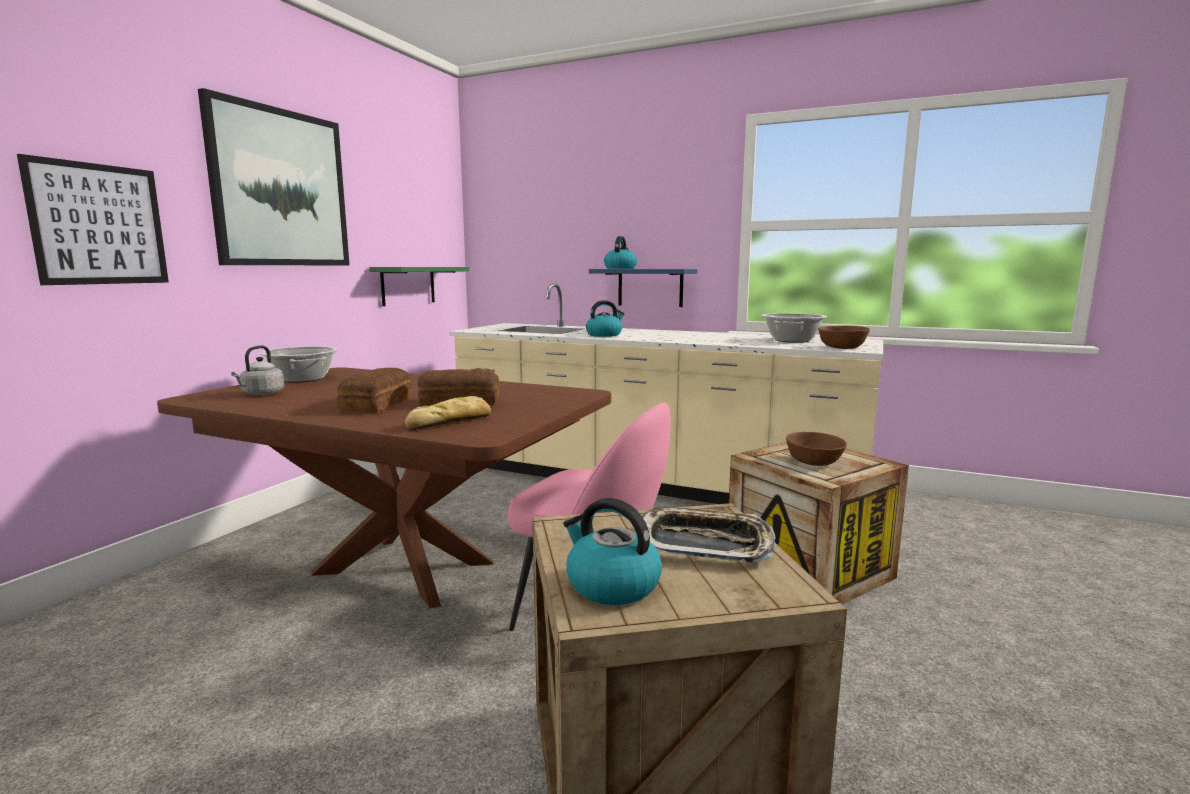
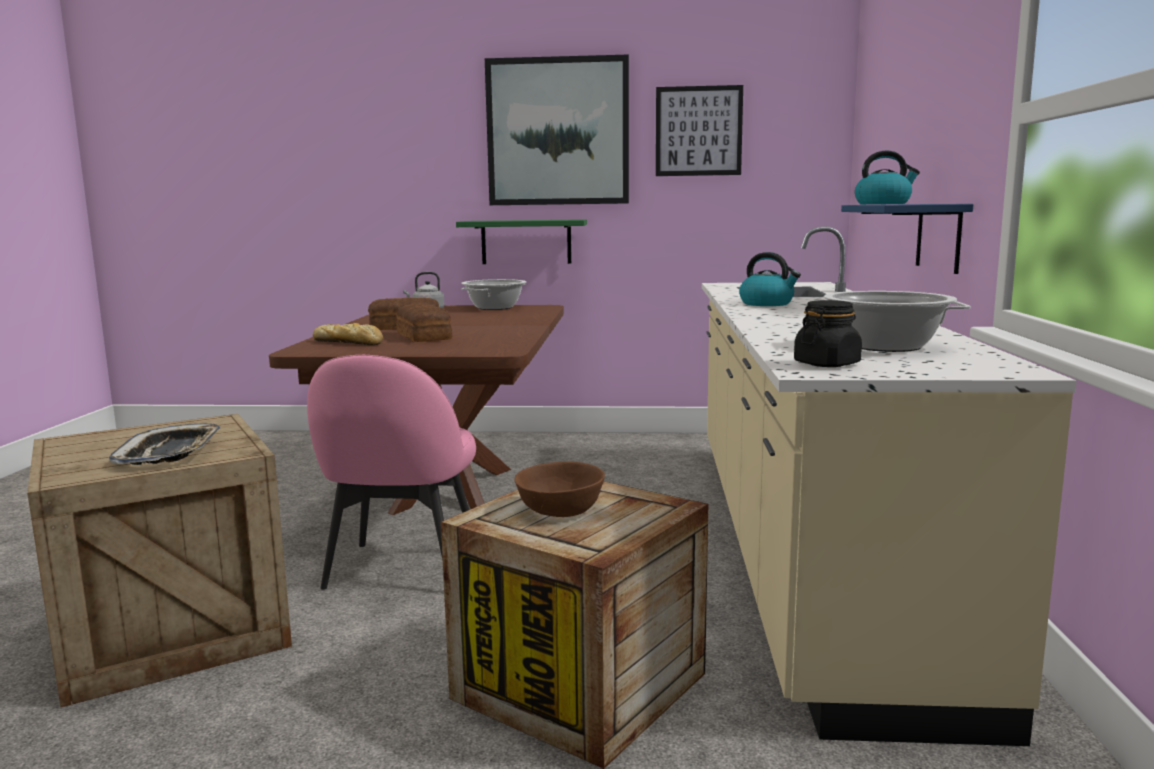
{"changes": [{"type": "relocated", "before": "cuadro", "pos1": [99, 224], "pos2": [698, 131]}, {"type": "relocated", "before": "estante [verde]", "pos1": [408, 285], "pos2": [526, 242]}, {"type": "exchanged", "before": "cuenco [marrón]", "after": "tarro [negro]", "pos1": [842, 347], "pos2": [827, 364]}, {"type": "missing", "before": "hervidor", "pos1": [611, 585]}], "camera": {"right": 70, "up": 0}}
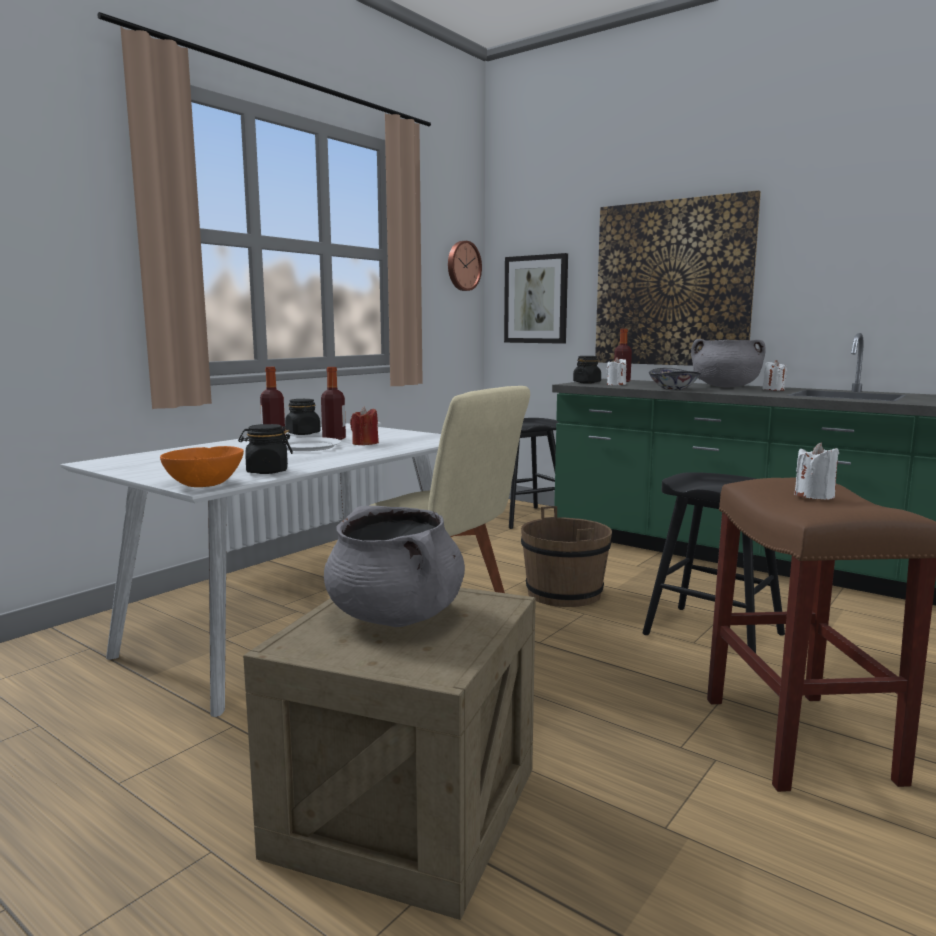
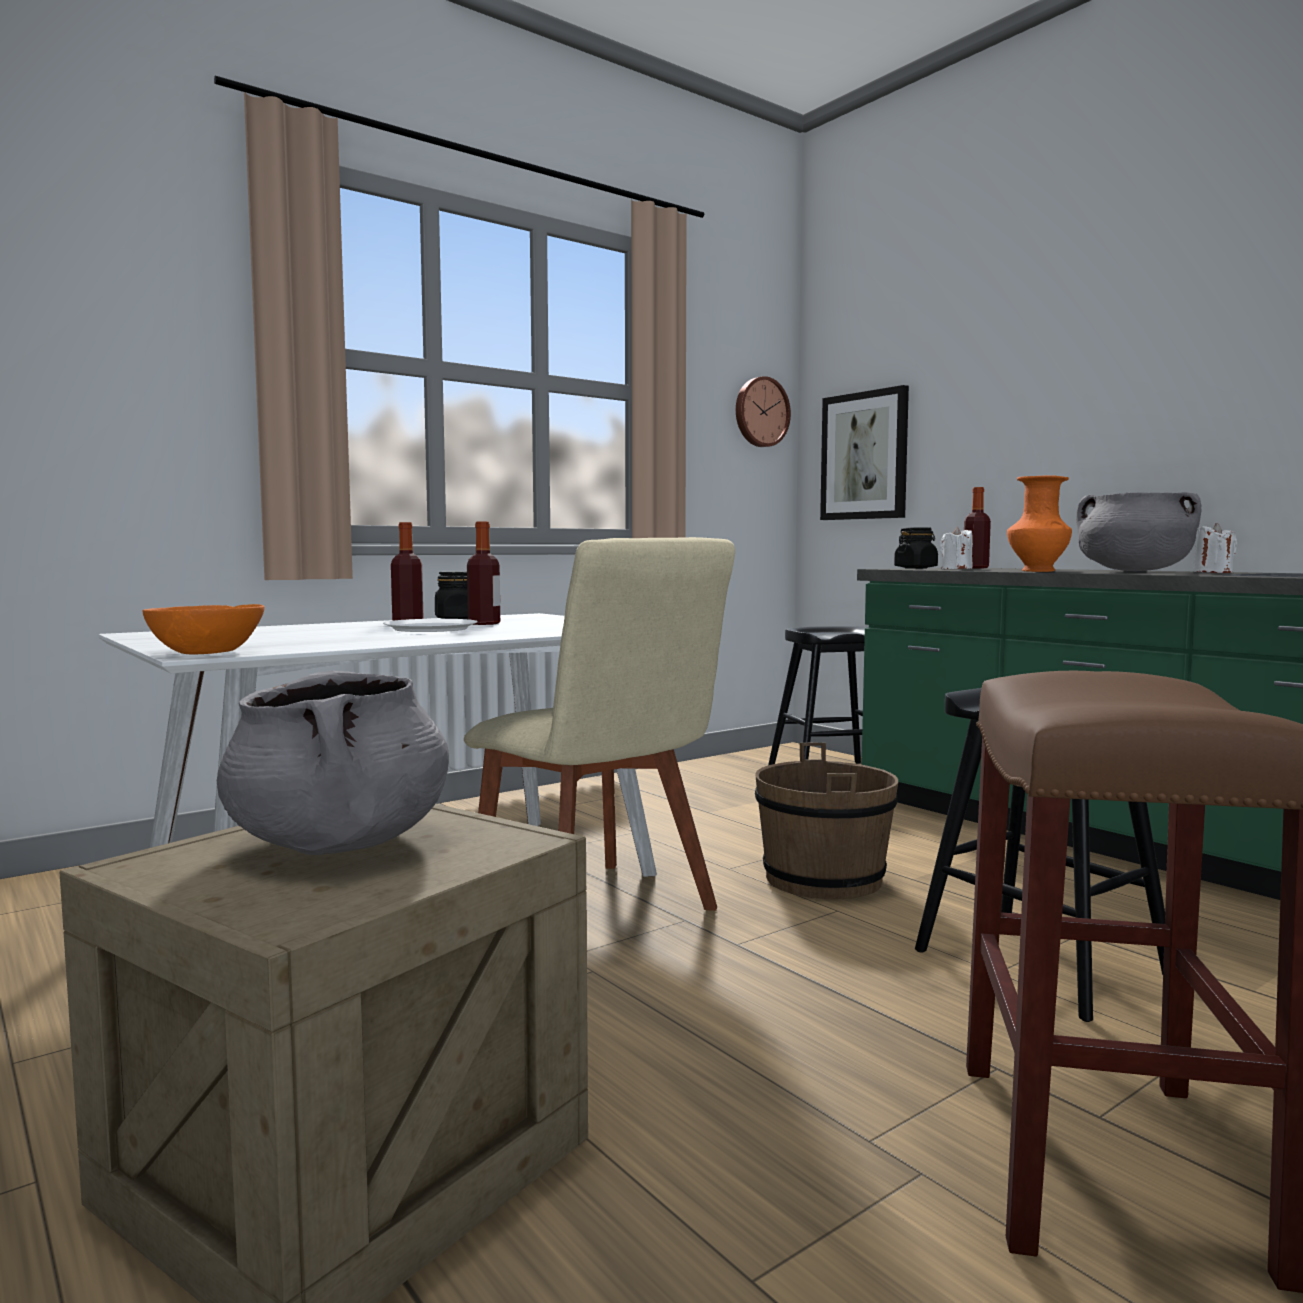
{"changes": [{"type": "missing", "before": "cuadro", "pos1": [672, 284]}, {"type": "exchanged", "before": "cuenco", "after": "florero [naranja]", "pos1": [672, 389], "pos2": [1036, 571]}, {"type": "missing", "before": "vela [rojo]", "pos1": [365, 443]}, {"type": "missing", "before": "tarro [negro]", "pos1": [267, 471]}, {"type": "missing", "before": "vela [blanco]", "pos1": [814, 496]}], "camera": {"right": 15, "up": -5}}
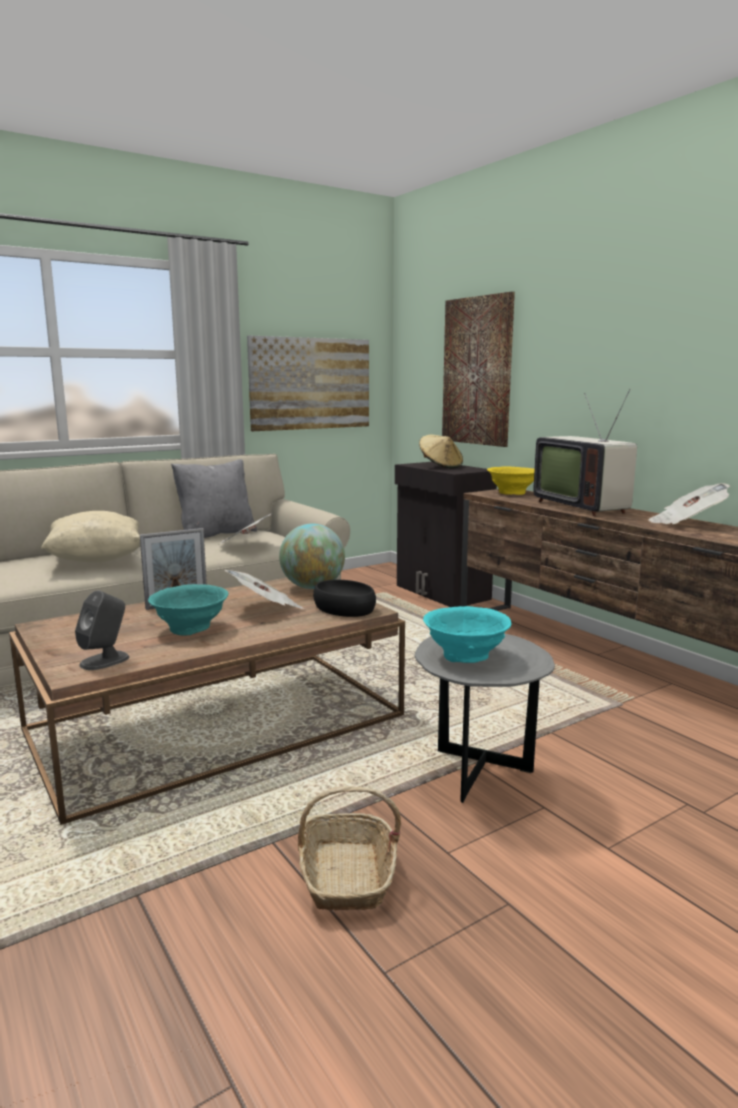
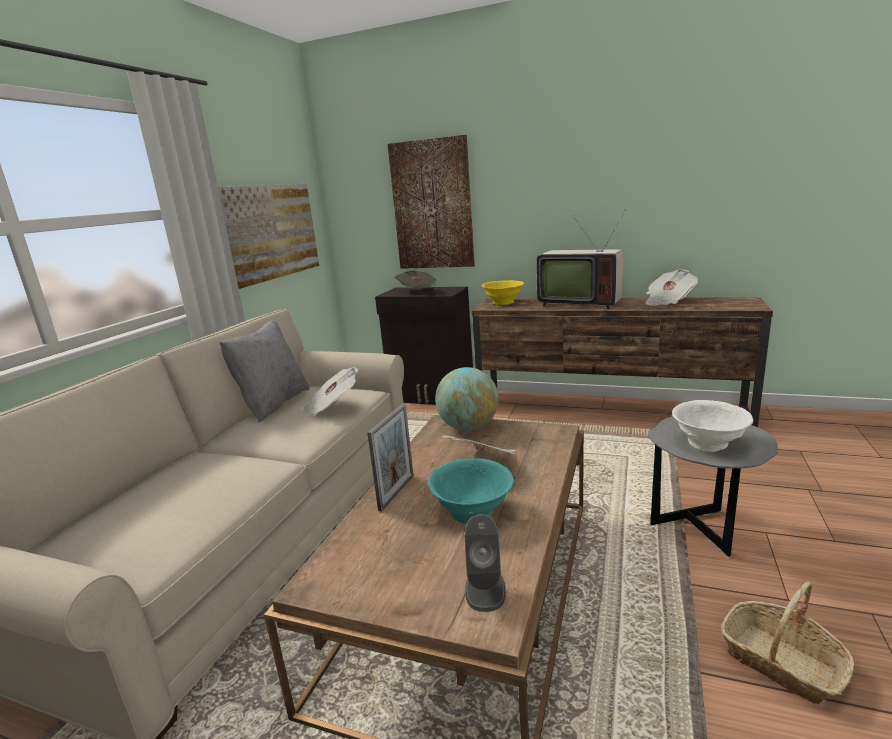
{"changes": [{"type": "exchanged", "before": "sombrero [beis]", "after": "periódico", "pos1": [440, 466], "pos2": [418, 291]}, {"type": "missing", "before": "cojín [beis]", "pos1": [96, 559]}, {"type": "missing", "before": "cuenco [negro]", "pos1": [343, 608]}, {"type": "colour", "before": "cuenco [turquesa]", "after": "cuenco [blanco]", "pos1": [466, 656], "pos2": [708, 443]}], "camera": {"right": -35, "up": 5}}
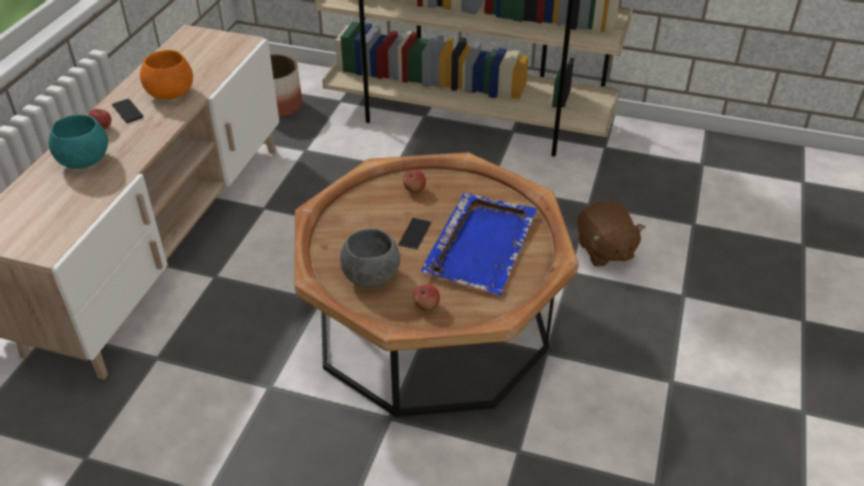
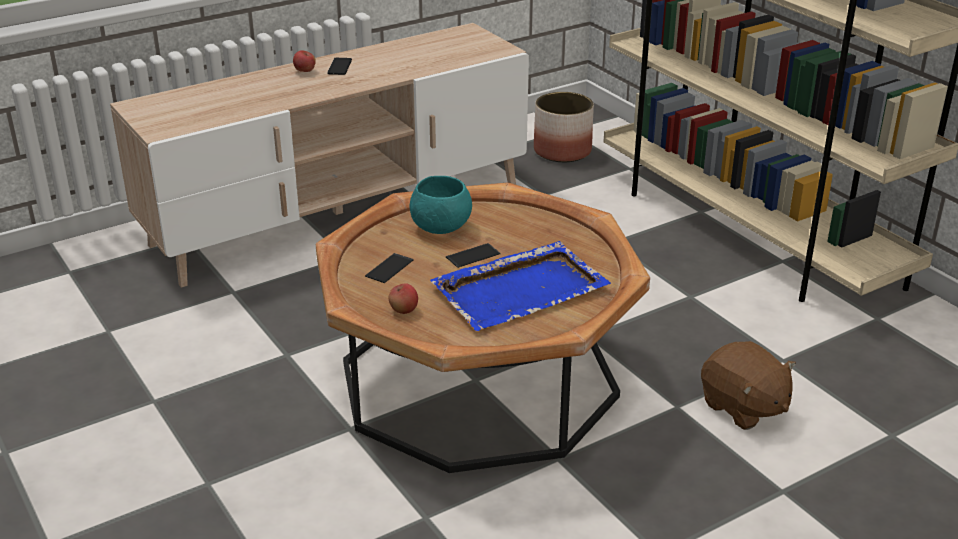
{"changes": [{"type": "missing", "before": "cuenco [naranja]", "pos1": [171, 93]}, {"type": "relocated", "before": "cuenco [turquesa]", "pos1": [84, 161], "pos2": [440, 228]}, {"type": "missing", "before": "manzana", "pos1": [414, 190]}, {"type": "spun", "before": "peluche [marrón]", "pos1": [604, 250], "pos2": [743, 407], "turn": -60}, {"type": "exchanged", "before": "cuenco [gris]", "after": "móvil", "pos1": [370, 276], "pos2": [389, 268]}], "camera": {"right": 40, "up": -10}}
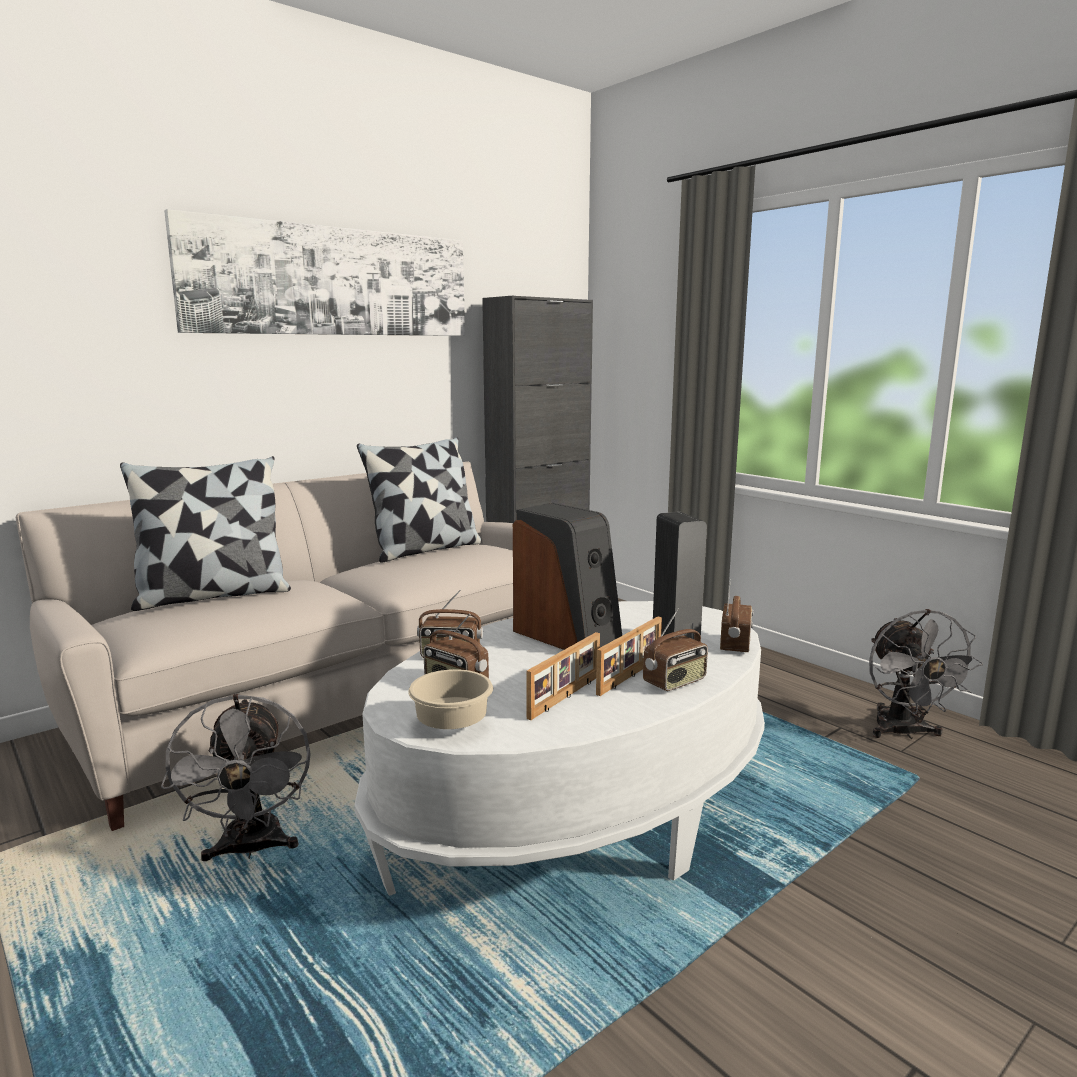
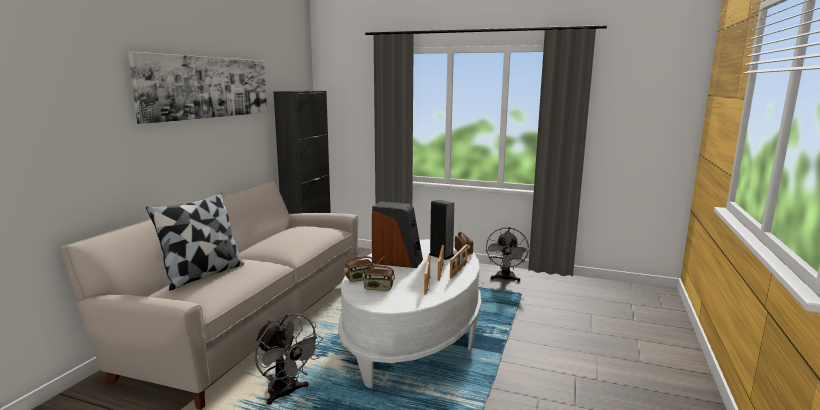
{"changes": [{"type": "missing", "before": "cojín", "pos1": [425, 549]}, {"type": "exchanged", "before": "radio", "after": "portarretratos", "pos1": [675, 682], "pos2": [459, 270]}, {"type": "spun", "before": "ventilador [gris]", "pos1": [904, 733], "pos2": [505, 279], "turn": 45}, {"type": "missing", "before": "cuenco [beis]", "pos1": [450, 722]}], "camera": {"right": -30, "up": 0}}
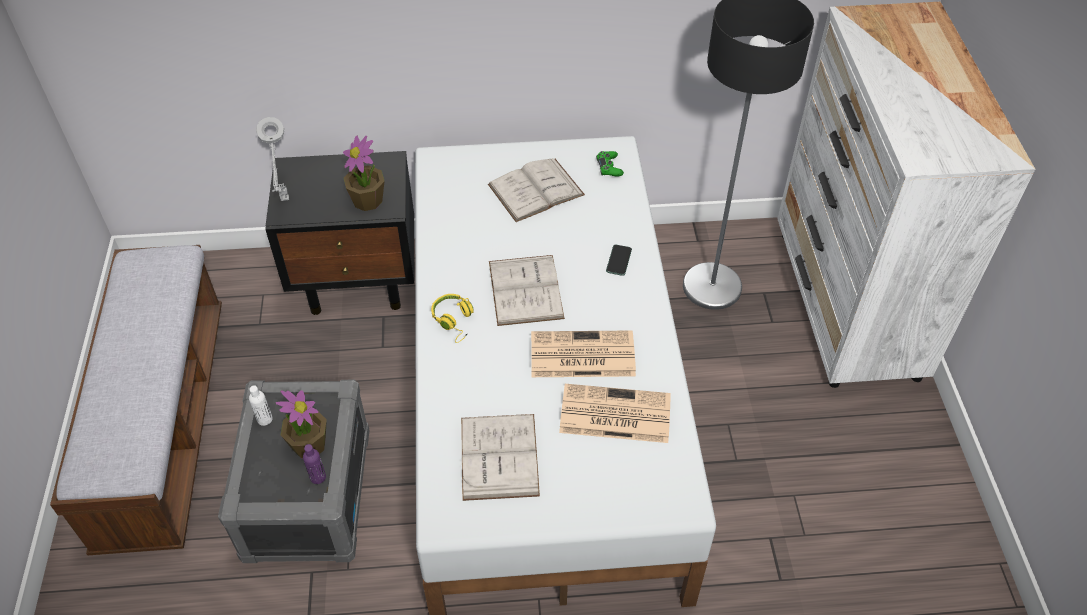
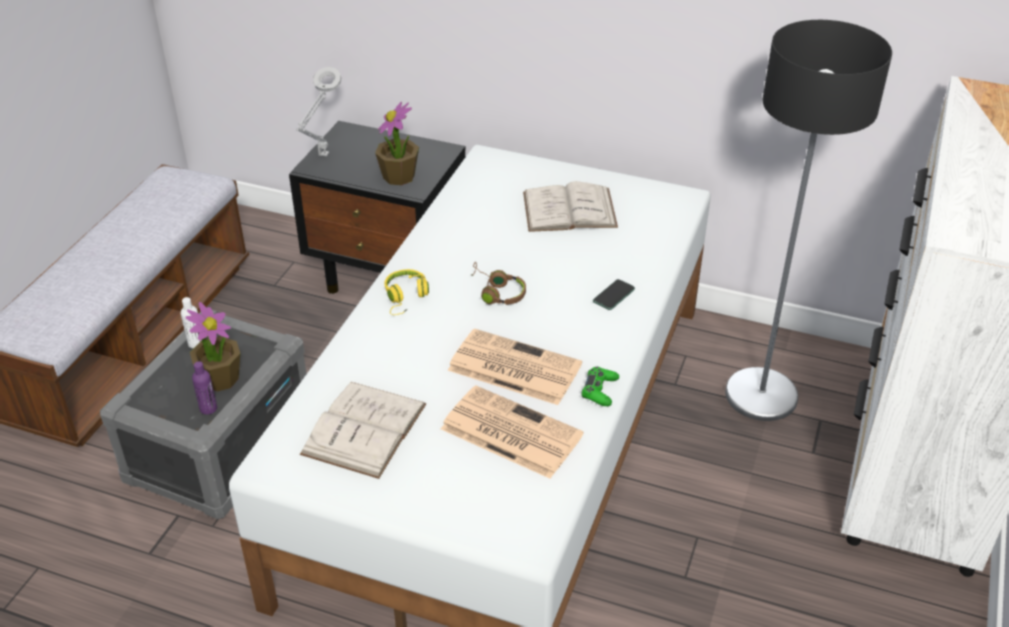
{"changes": [{"type": "relocated", "before": "mando de consola [verde]", "pos1": [609, 167], "pos2": [599, 391]}, {"type": "exchanged", "before": "libro [blanco]", "after": "auriculares [marrón]", "pos1": [525, 289], "pos2": [496, 292]}], "camera": {"right": 25, "up": -10}}
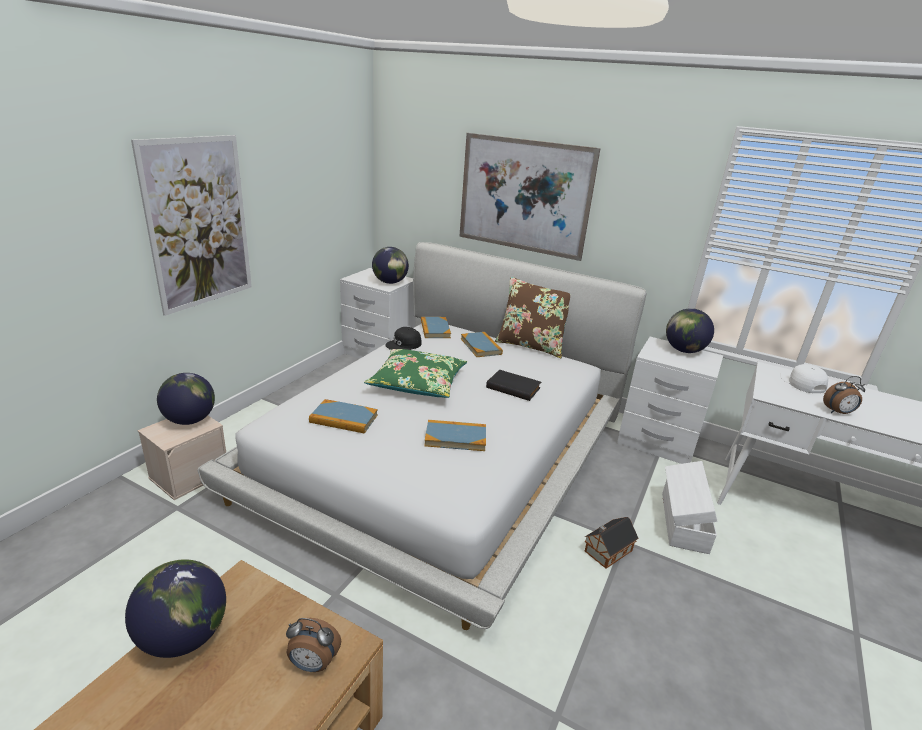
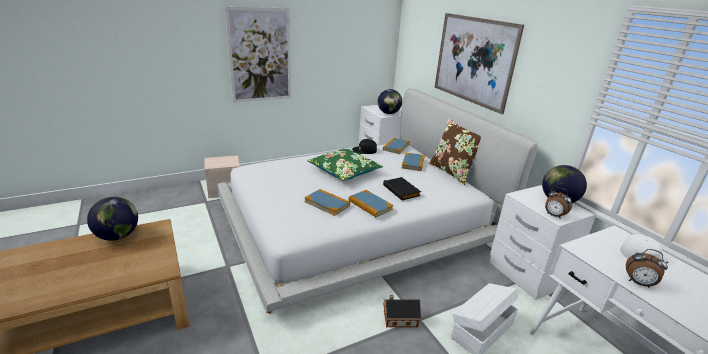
{"changes": [{"type": "missing", "before": "globo terráqueo", "pos1": [190, 420]}, {"type": "relocated", "before": "libro", "pos1": [343, 419], "pos2": [370, 205]}, {"type": "relocated", "before": "despertador", "pos1": [313, 664], "pos2": [553, 215]}], "camera": {"right": 35, "up": 0}}
